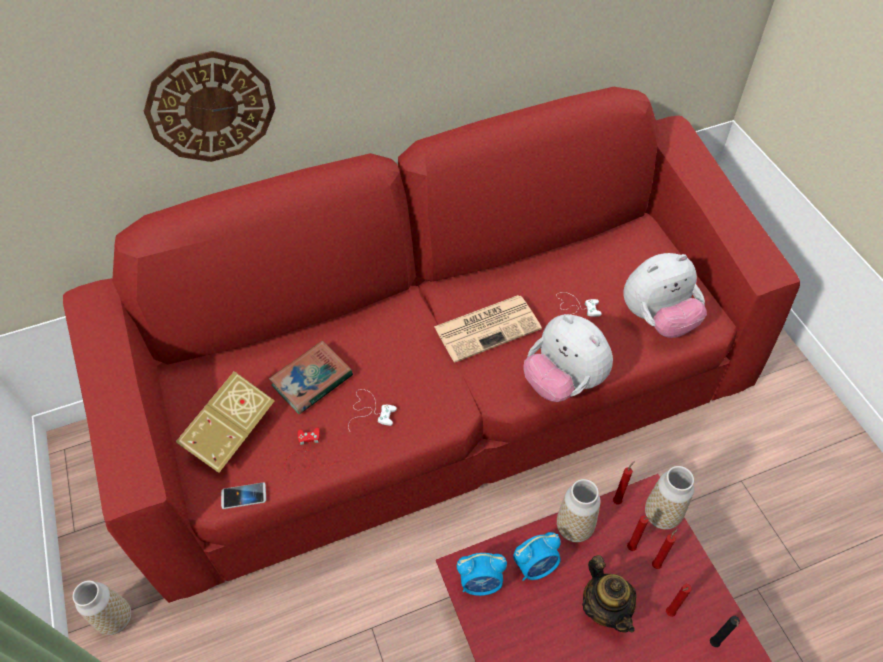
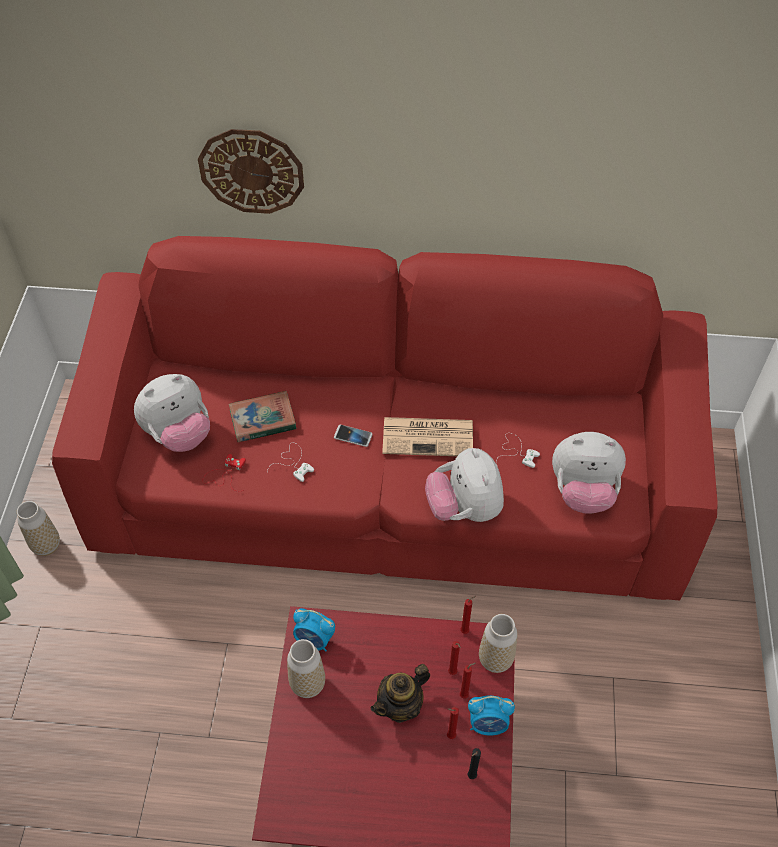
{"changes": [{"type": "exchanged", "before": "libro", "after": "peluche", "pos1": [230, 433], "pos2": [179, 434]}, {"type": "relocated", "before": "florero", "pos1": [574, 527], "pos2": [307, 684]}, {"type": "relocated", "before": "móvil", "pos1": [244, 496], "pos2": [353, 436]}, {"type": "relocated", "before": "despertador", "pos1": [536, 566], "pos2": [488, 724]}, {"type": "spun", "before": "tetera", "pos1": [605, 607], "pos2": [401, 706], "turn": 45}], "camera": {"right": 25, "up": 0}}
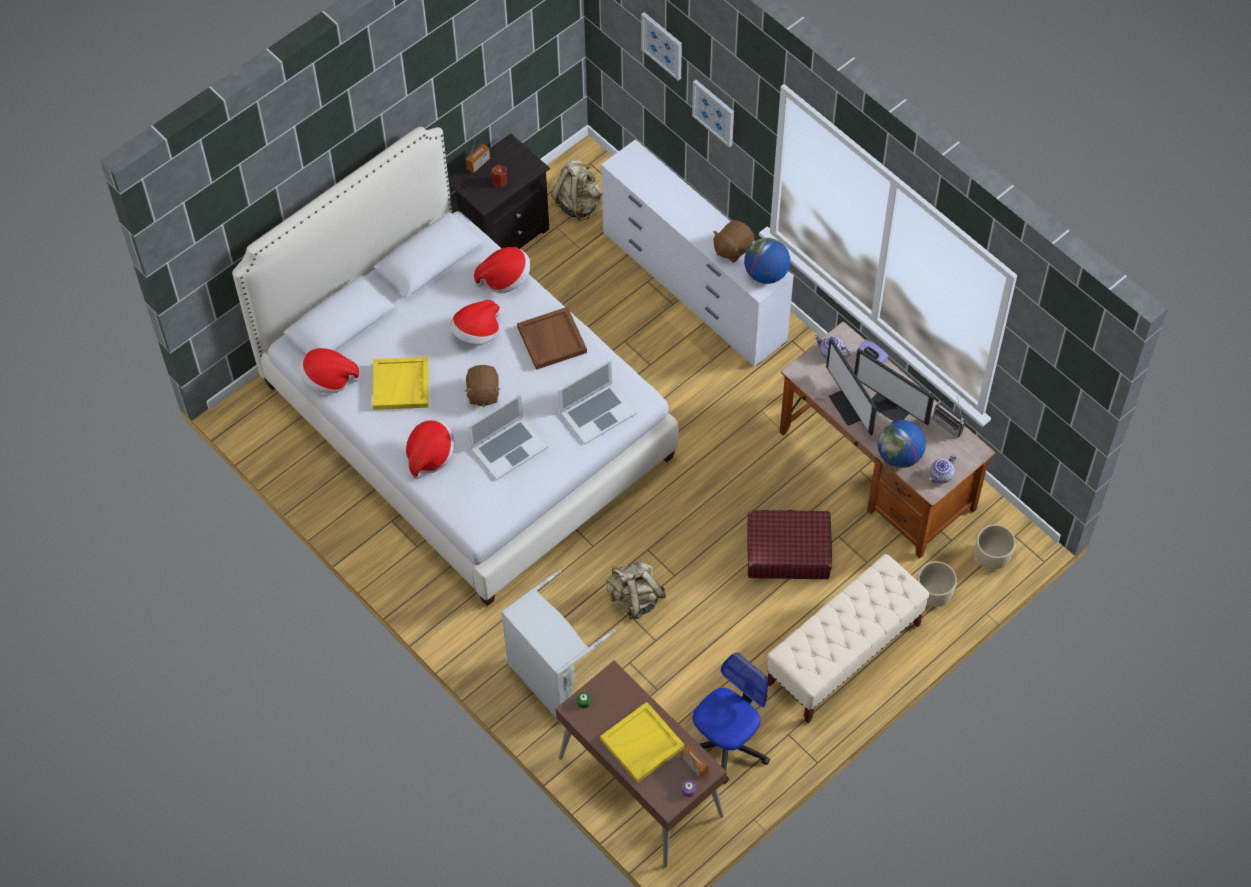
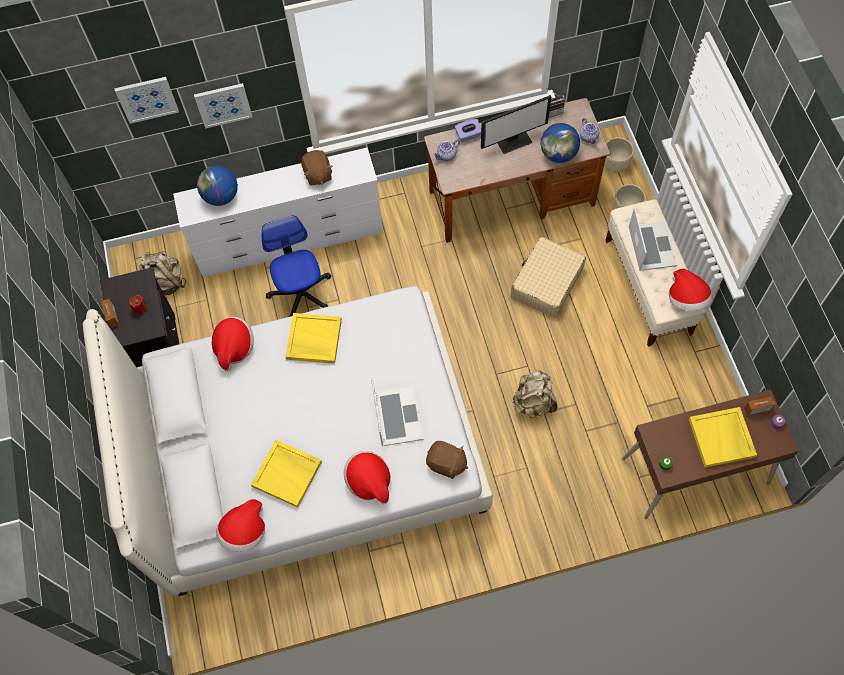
{"changes": [{"type": "relocated", "before": "globo terráqueo", "pos1": [766, 274], "pos2": [221, 197]}, {"type": "relocated", "before": "sombrero", "pos1": [477, 333], "pos2": [687, 299]}, {"type": "colour", "before": "bandeja [marrón]", "after": "bandeja [amarillo]", "pos1": [551, 339], "pos2": [313, 339]}, {"type": "missing", "before": "monitor", "pos1": [849, 406]}, {"type": "relocated", "before": "portátil", "pos1": [597, 412], "pos2": [651, 246]}, {"type": "relocated", "before": "peluche [marrón]", "pos1": [482, 393], "pos2": [446, 464]}, {"type": "colour", "before": "maleta [rojo]", "after": "maleta [beis]", "pos1": [787, 551], "pos2": [546, 283]}, {"type": "missing", "before": "cesto de la ropa [gris]", "pos1": [552, 680]}, {"type": "relocated", "before": "silla de oficina", "pos1": [727, 743], "pos2": [301, 293]}], "camera": {"right": -60, "up": 5}}
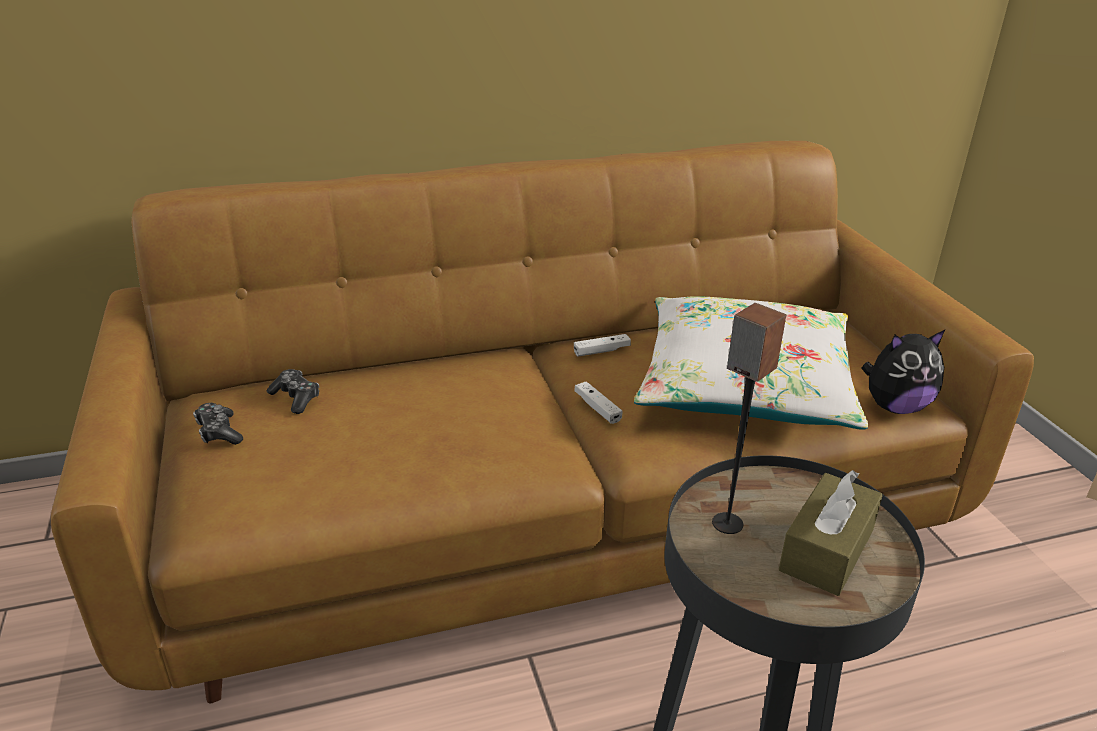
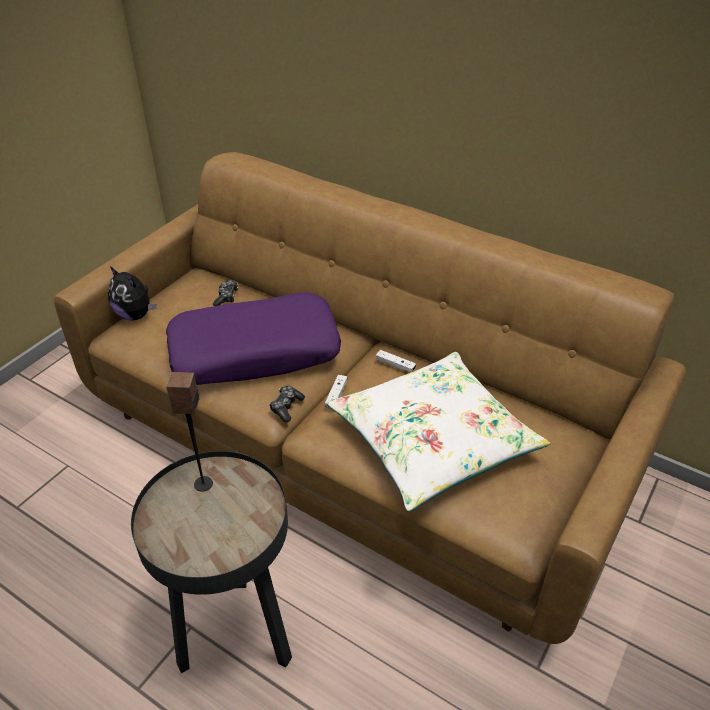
{"changes": [{"type": "relocated", "before": "peluche", "pos1": [895, 407], "pos2": [135, 315]}, {"type": "relocated", "before": "mando de consola", "pos1": [219, 432], "pos2": [286, 407]}, {"type": "missing", "before": "caja de pañuelos [marrón]", "pos1": [827, 550]}, {"type": "appeared", "after": "cojín [morado]", "pos2": [255, 352]}], "camera": {"right": 50, "up": 10}}
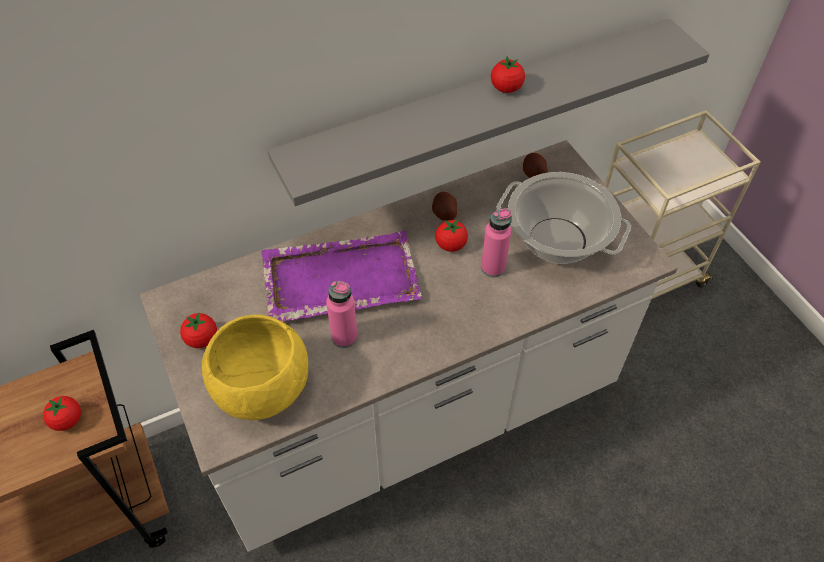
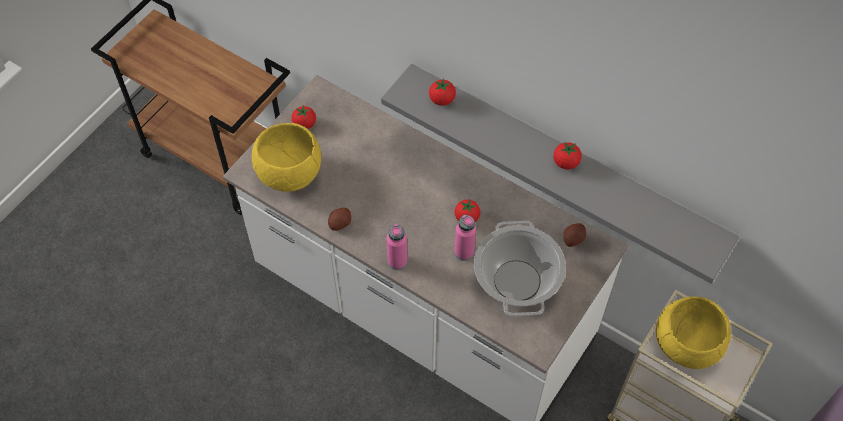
{"changes": [{"type": "relocated", "before": "patata", "pos1": [444, 213], "pos2": [340, 223]}, {"type": "missing", "before": "bandeja [morado]", "pos1": [339, 279]}, {"type": "relocated", "before": "botella [rosa]", "pos1": [344, 337], "pos2": [397, 261]}, {"type": "relocated", "before": "tomate", "pos1": [67, 420], "pos2": [442, 100]}, {"type": "appeared", "after": "cuenco [amarillo]", "pos2": [685, 346]}], "camera": {"right": 60, "up": 5}}
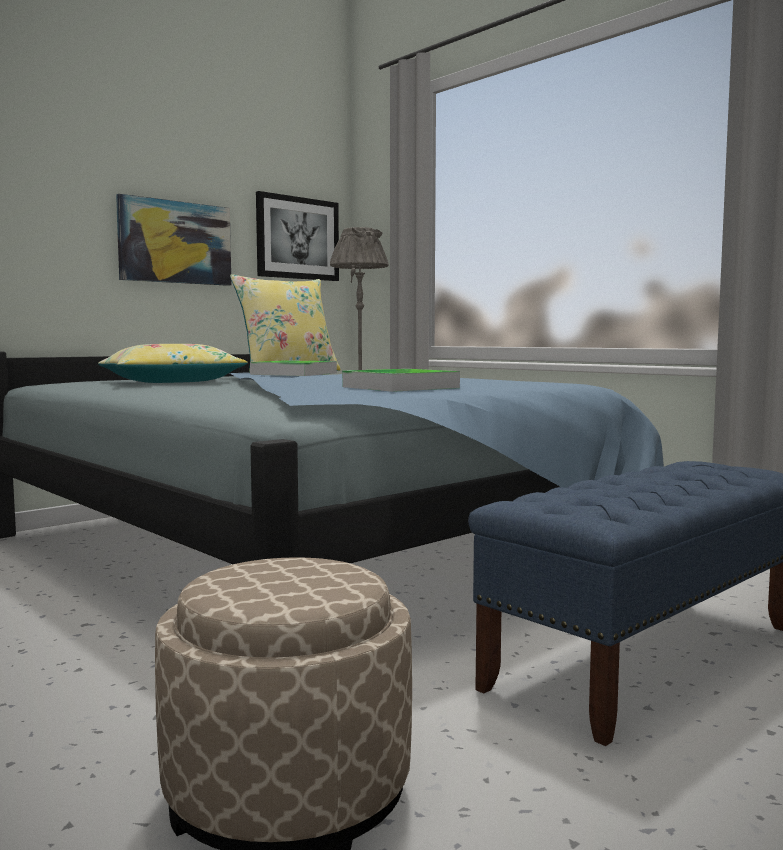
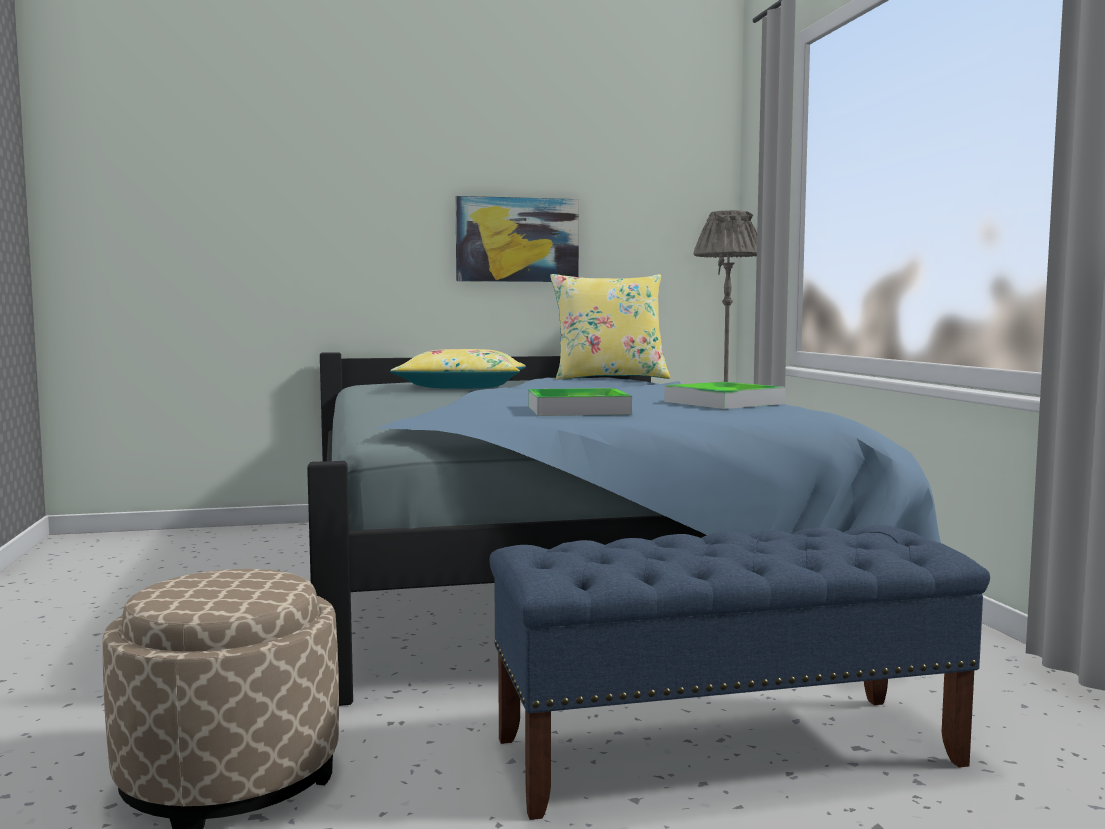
{"changes": [{"type": "missing", "before": "cuadro", "pos1": [297, 238]}, {"type": "relocated", "before": "bandeja", "pos1": [294, 374], "pos2": [724, 402]}], "camera": {"right": 30, "up": 0}}
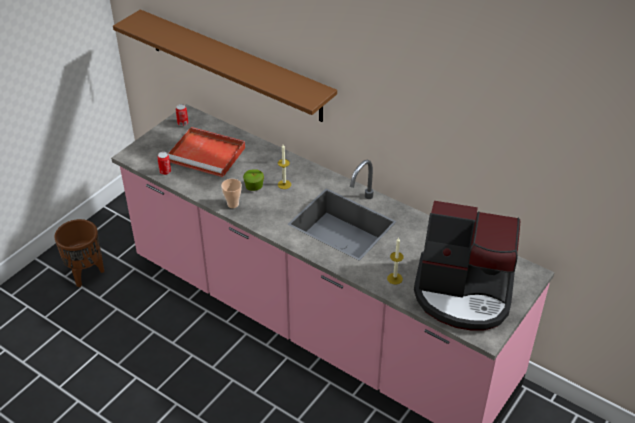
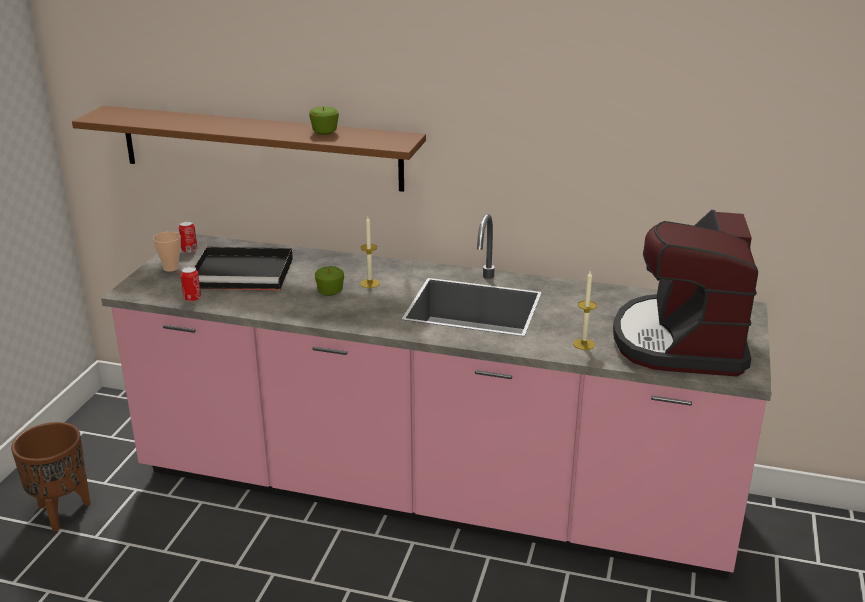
{"changes": [{"type": "colour", "before": "bandeja [rojo]", "after": "bandeja [negro]", "pos1": [208, 154], "pos2": [245, 273]}, {"type": "relocated", "before": "taza", "pos1": [233, 204], "pos2": [171, 268]}, {"type": "spun", "before": "cafetera", "pos1": [463, 294], "pos2": [681, 341], "turn": 105}, {"type": "appeared", "after": "manzana", "pos2": [324, 132]}], "camera": {"right": -20, "up": -15}}
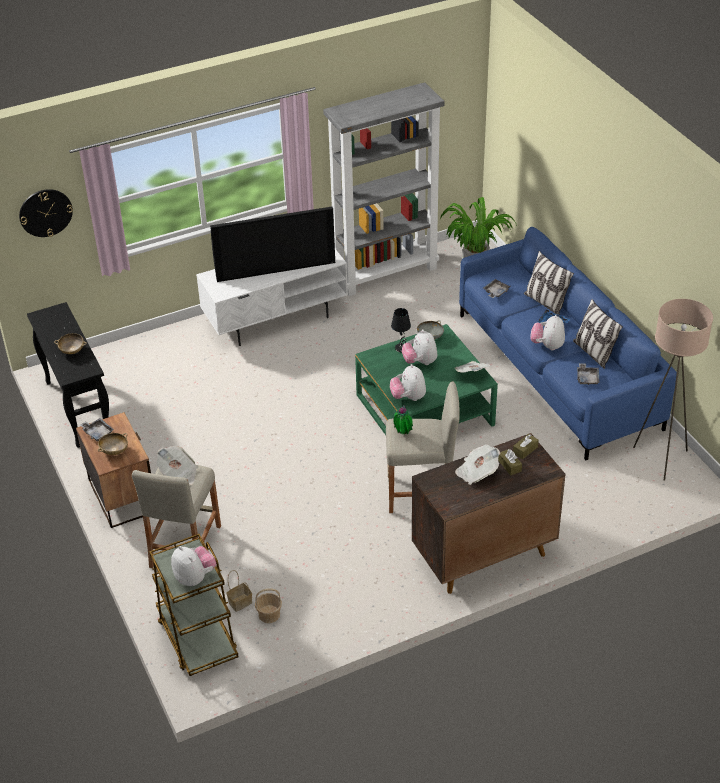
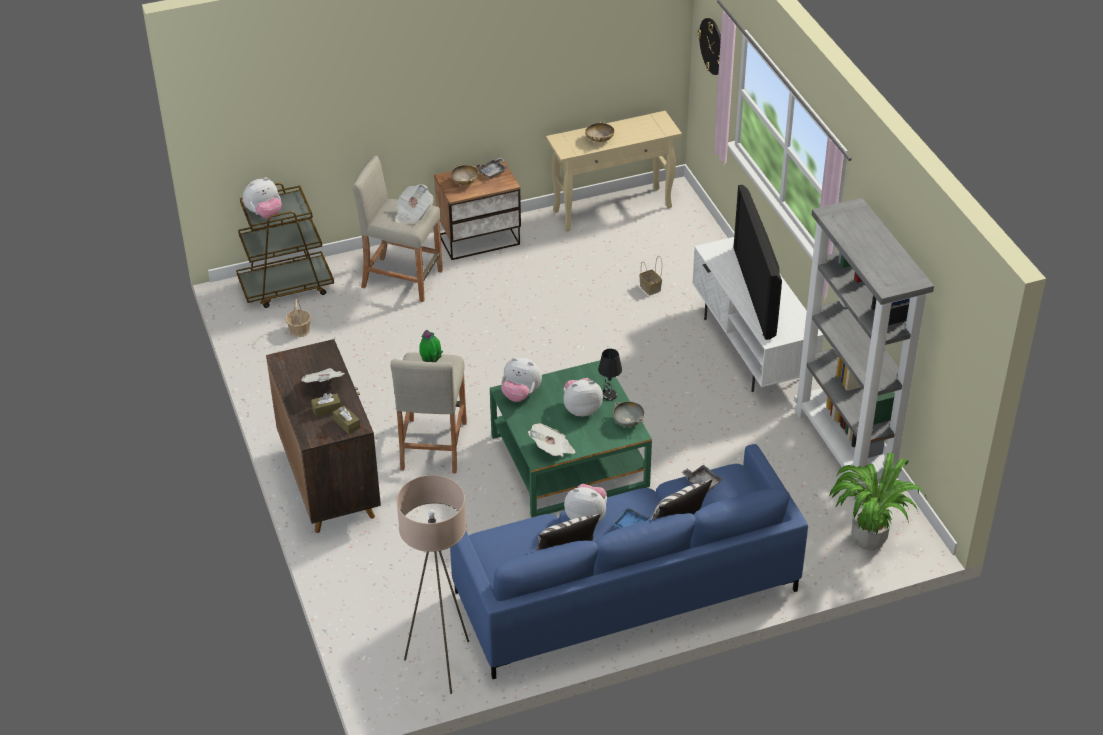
{"changes": [{"type": "colour", "before": "mesa consola [negro]", "after": "mesa consola [beis]", "pos1": [77, 408], "pos2": [613, 209]}, {"type": "missing", "before": "bandeja [gris]", "pos1": [587, 378]}, {"type": "spun", "before": "peluche", "pos1": [408, 397], "pos2": [520, 394], "turn": -150}, {"type": "relocated", "before": "cesta", "pos1": [240, 602], "pos2": [651, 288]}], "camera": {"right": 95, "up": 0}}
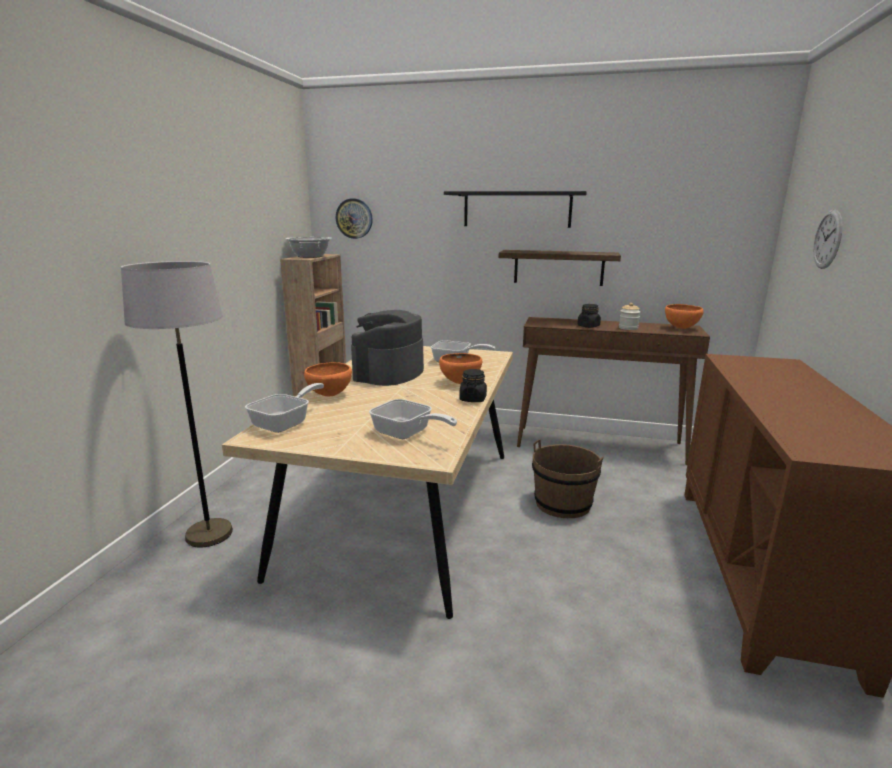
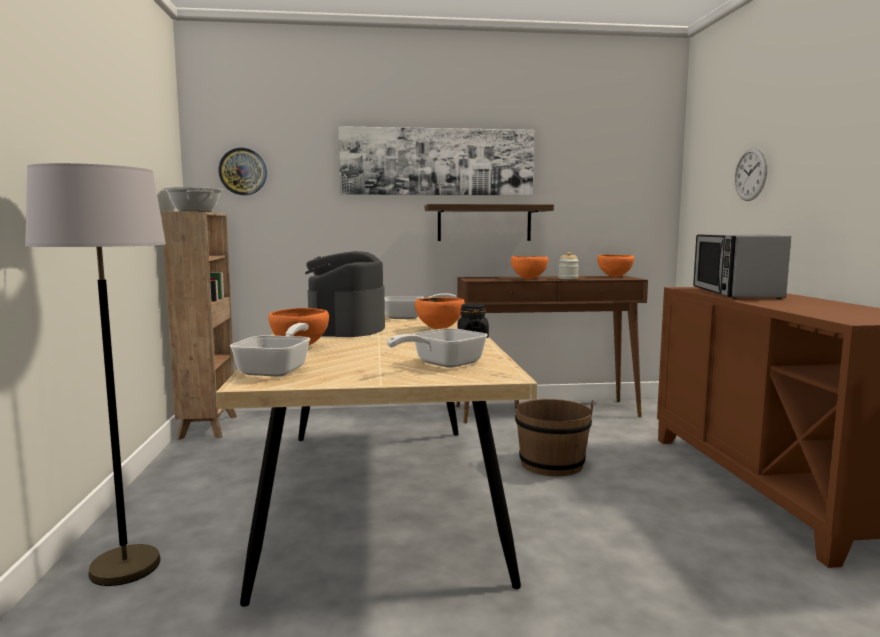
{"changes": [{"type": "exchanged", "before": "estante [negro]", "after": "cuadro", "pos1": [517, 209], "pos2": [437, 162]}, {"type": "exchanged", "before": "tarro [negro]", "after": "cuenco [naranja]", "pos1": [588, 326], "pos2": [529, 279]}, {"type": "spun", "before": "sartén", "pos1": [407, 434], "pos2": [442, 364], "turn": 120}, {"type": "appeared", "after": "microondas", "pos2": [735, 293]}], "camera": {"right": -20, "up": -10}}
